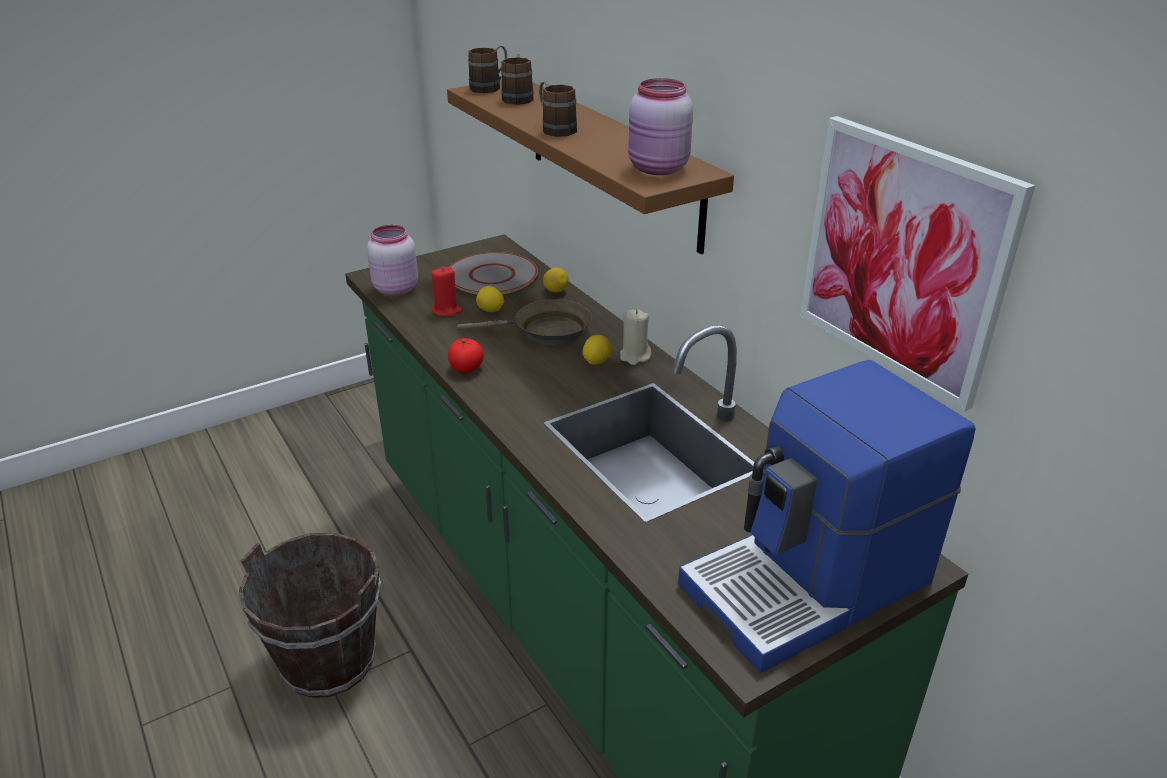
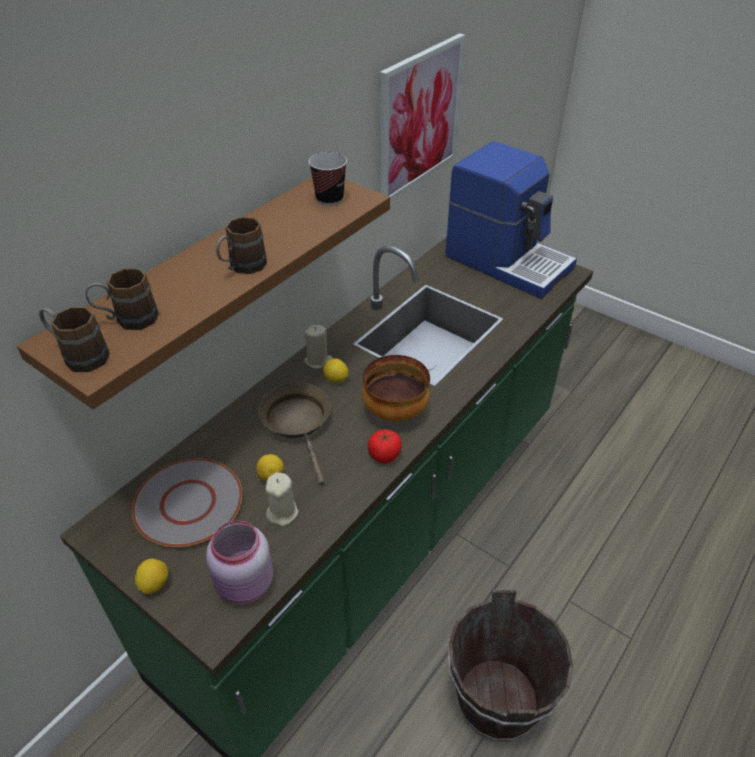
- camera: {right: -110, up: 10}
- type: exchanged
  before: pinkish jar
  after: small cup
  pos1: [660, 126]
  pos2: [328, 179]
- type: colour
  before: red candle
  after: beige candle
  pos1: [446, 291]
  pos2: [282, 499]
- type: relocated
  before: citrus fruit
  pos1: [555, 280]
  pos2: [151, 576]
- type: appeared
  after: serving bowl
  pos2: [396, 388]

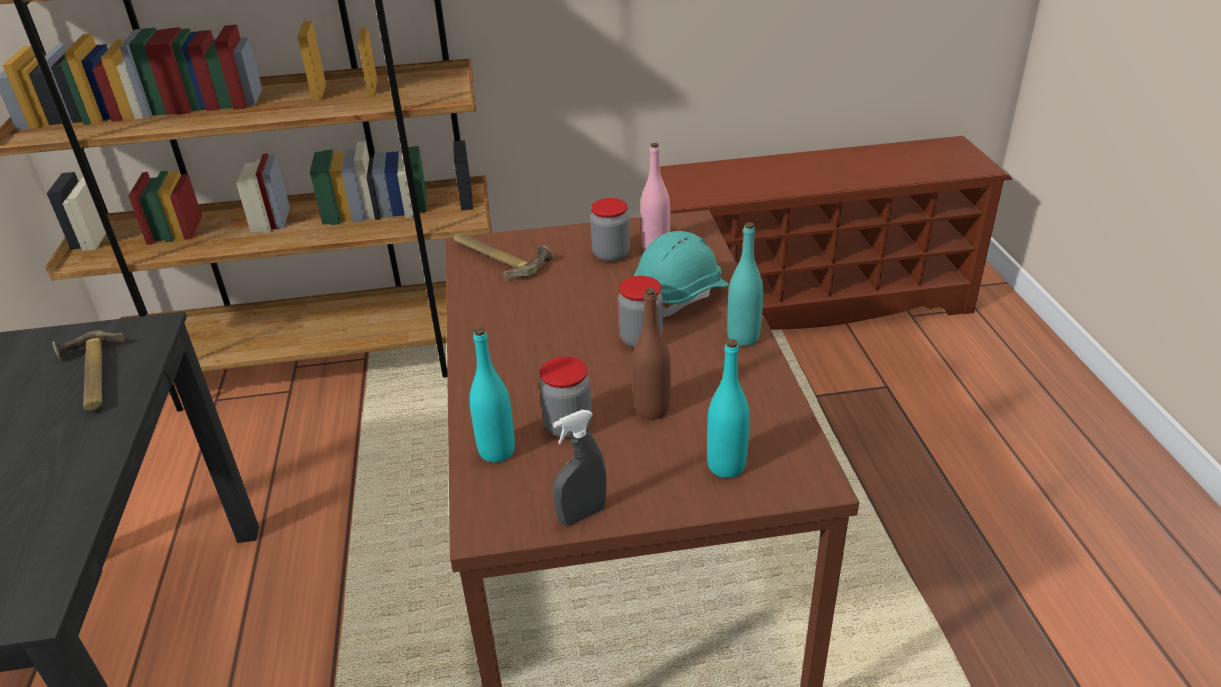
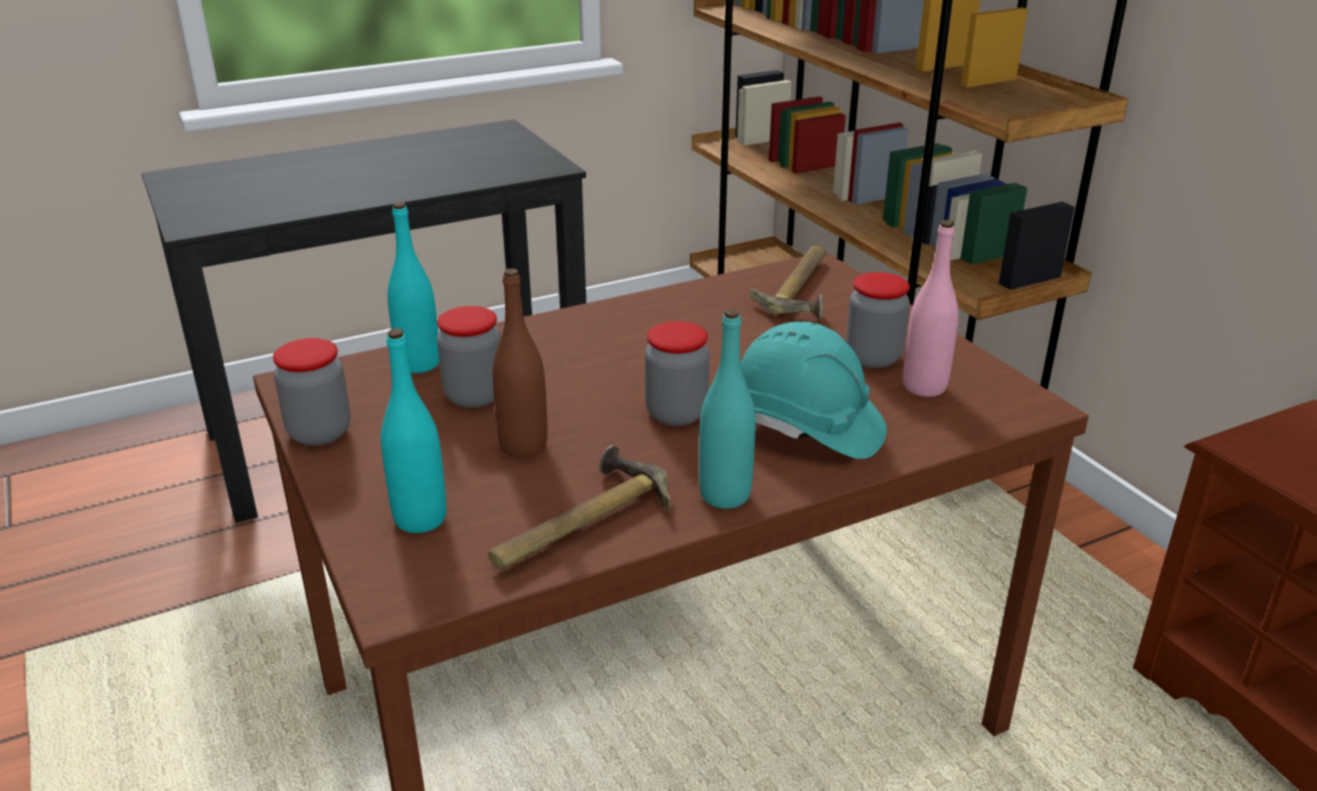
- camera: {right: 70, up: -5}
- type: relocated
  before: hammer
  pos1: [89, 371]
  pos2: [579, 507]
- type: exchanged
  before: grey spray bottle
  after: jar
  pos1: [580, 467]
  pos2: [311, 392]

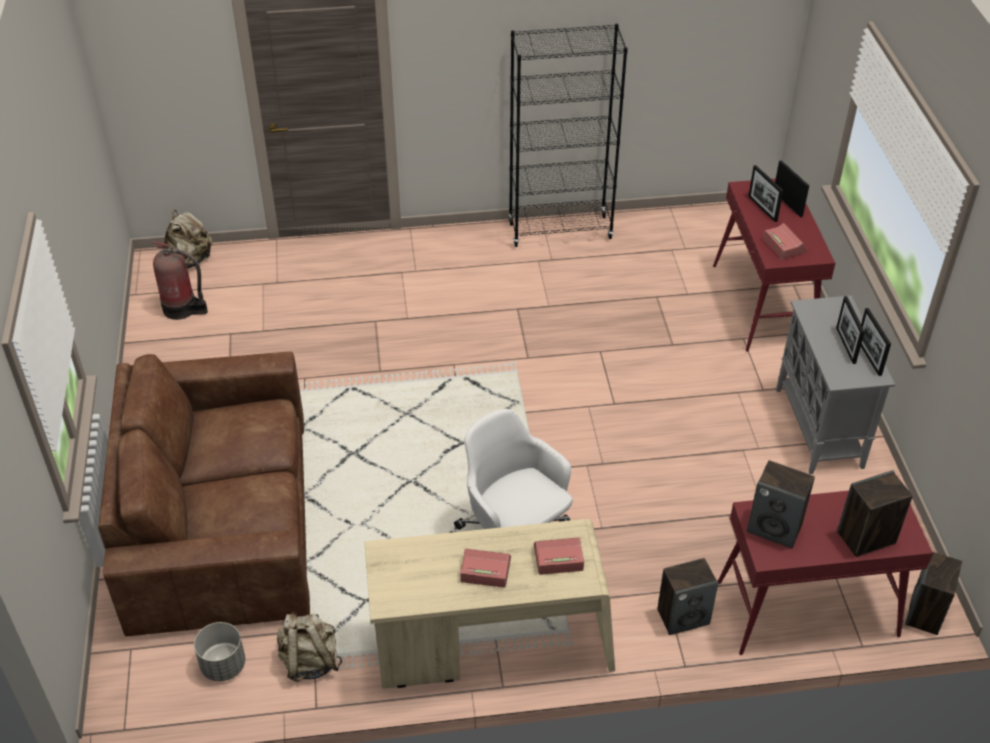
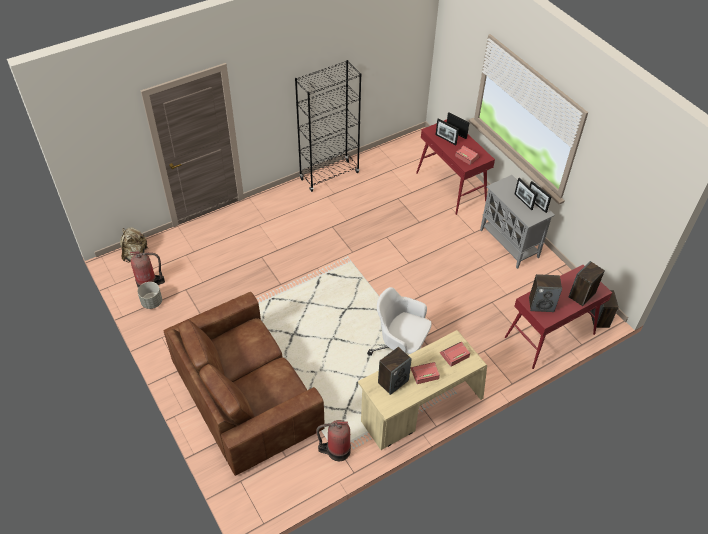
- camera: {right: -25, up: 5}
- type: relocated
  before: loudspeaker
  pos1: [687, 596]
  pos2: [395, 371]
- type: exchanged
  before: beige knapsack
  after: extinguisher
  pos1: [309, 647]
  pos2: [333, 440]
- type: relocated
  before: grey flower pot
  pos1: [219, 651]
  pos2: [149, 295]

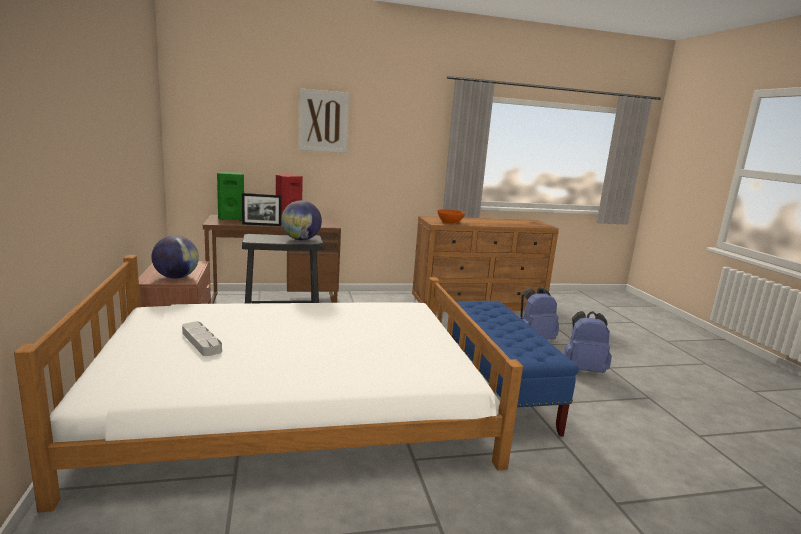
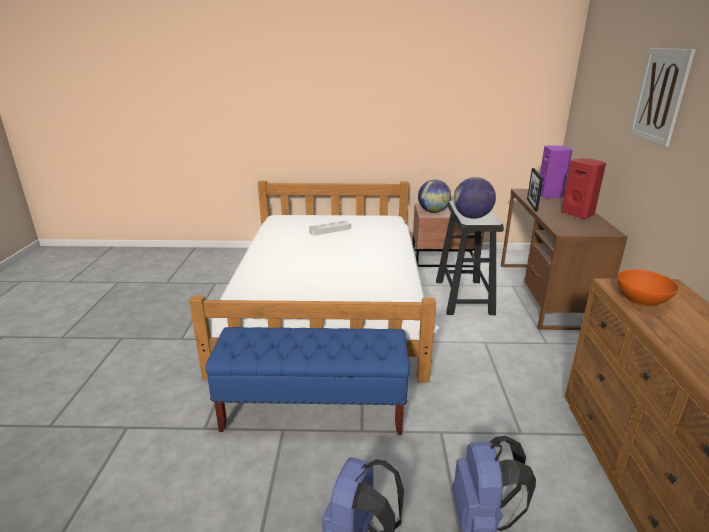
- camera: {right: 105, up: 10}
- type: colour
  before: greenish loudspeaker
  after: purple loudspeaker
  pos1: [230, 196]
  pos2: [556, 171]

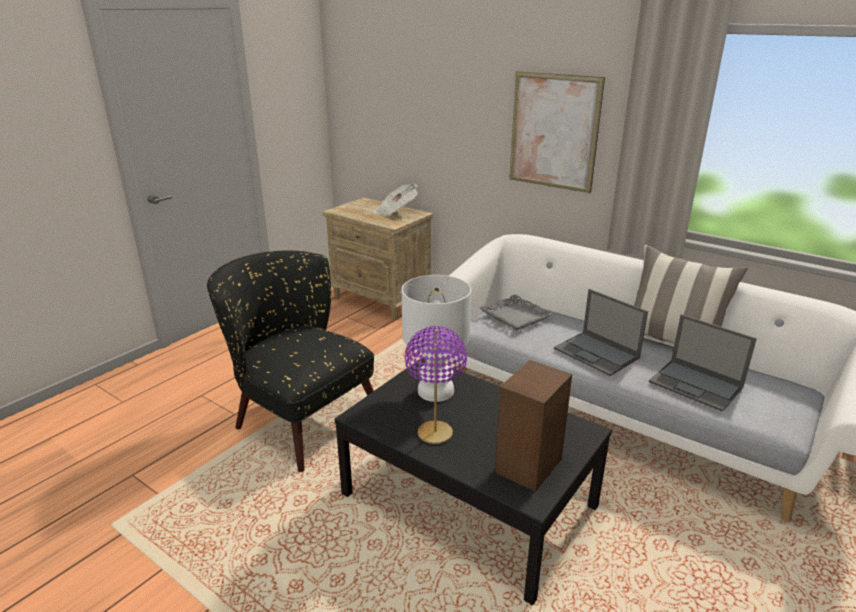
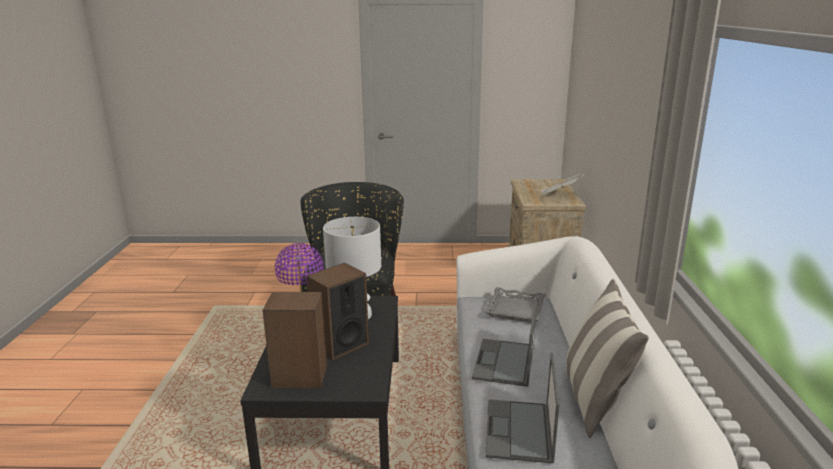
- camera: {right: 55, up: -5}
- type: missing
  before: wall picture
  pos1: [557, 132]
- type: appeared
  after: loudspeaker
  pos2: [338, 312]

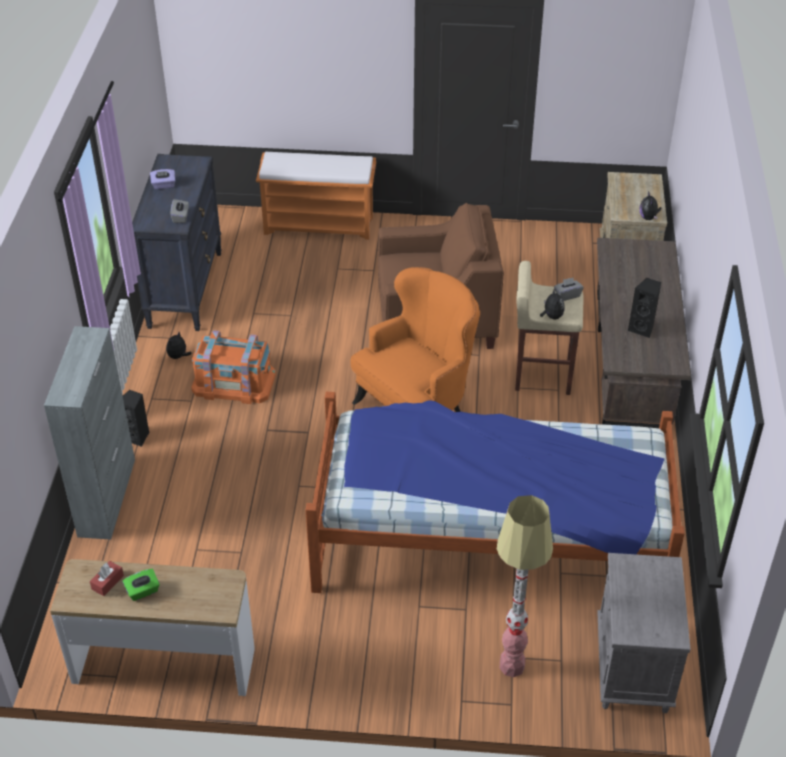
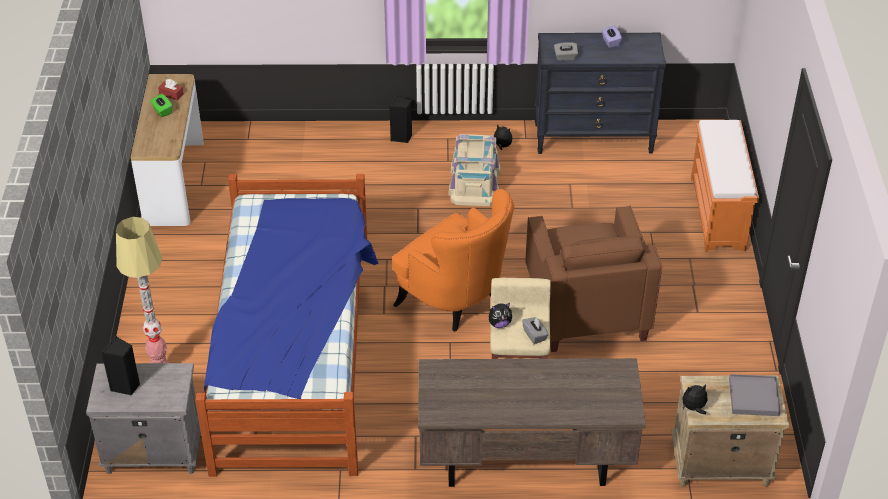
- camera: {right: 85, up: 0}
- type: relocated
  before: black loudspeaker
  pos1: [644, 308]
  pos2: [120, 365]
- type: missing
  before: grey cabinet
  pos1: [89, 433]
- type: colour
  before: orange storage box
  after: beige storage box
  pos1: [233, 367]
  pos2: [474, 170]
- type: appeared
  after: grey tray
  pos2: [755, 395]

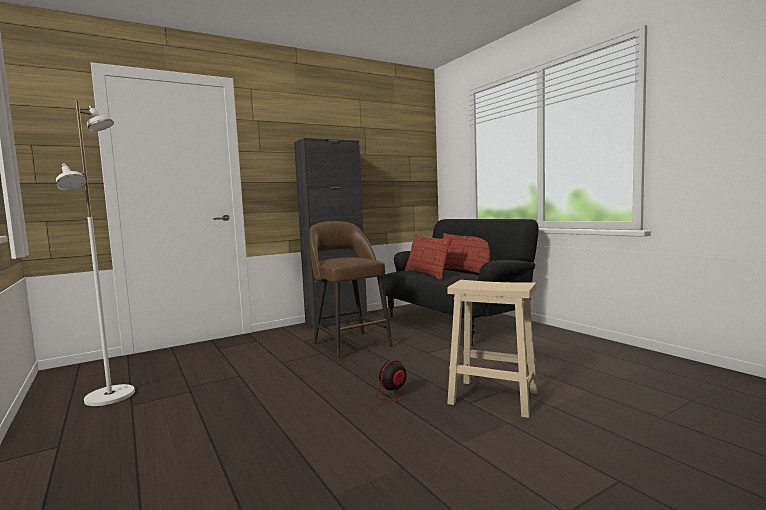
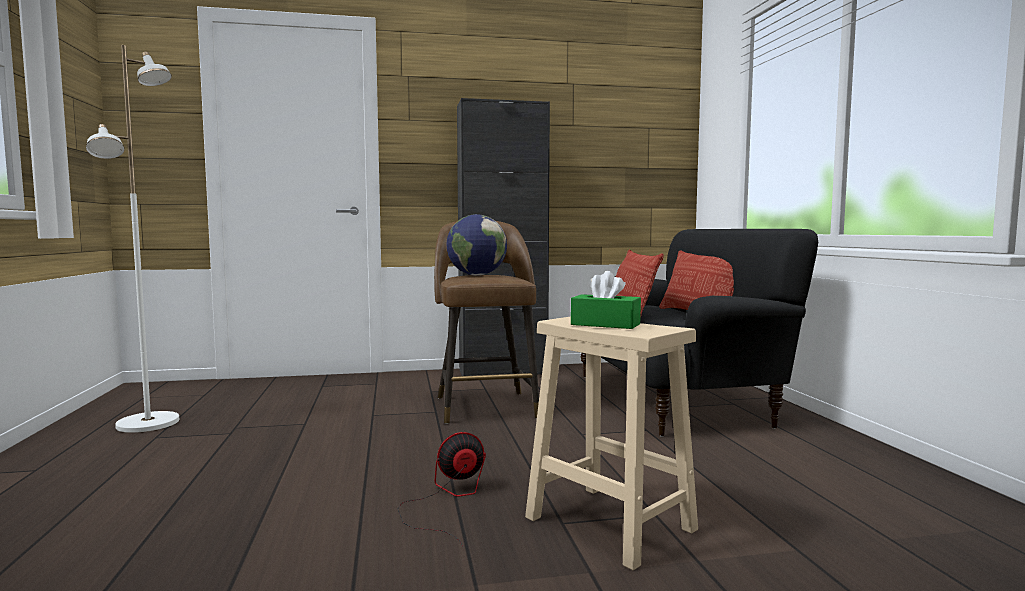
- camera: {right: 20, up: 0}
- type: appeared
  after: world globe
  pos2: [476, 245]
- type: appeared
  after: greenish box of tissues
  pos2: [606, 300]

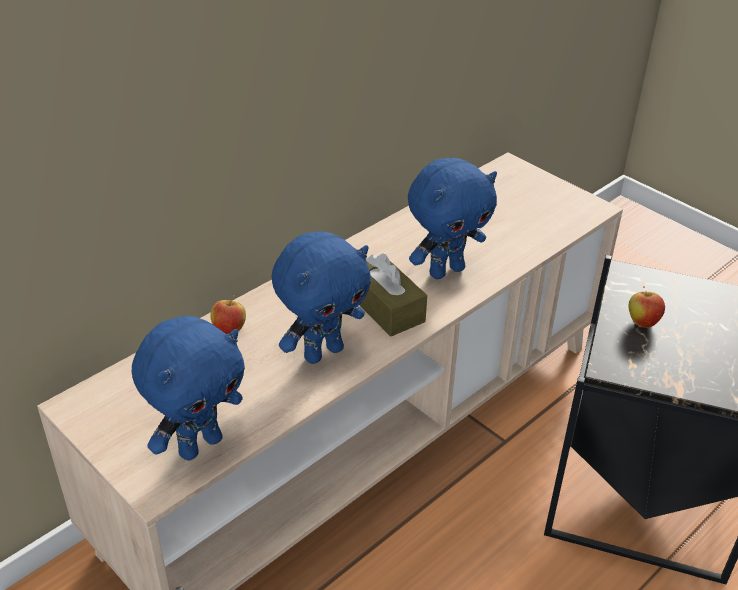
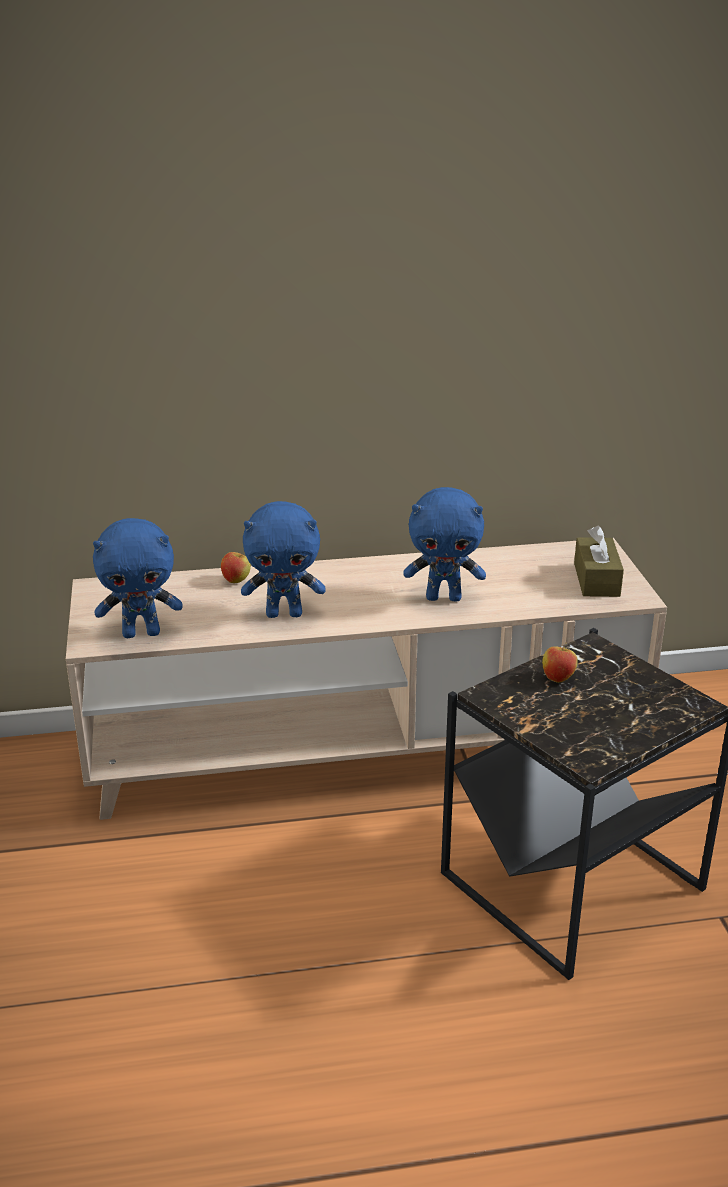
- camera: {right: 35, up: -10}
- type: relocated
  before: brown box of tissues
  pos1: [393, 295]
  pos2: [599, 561]

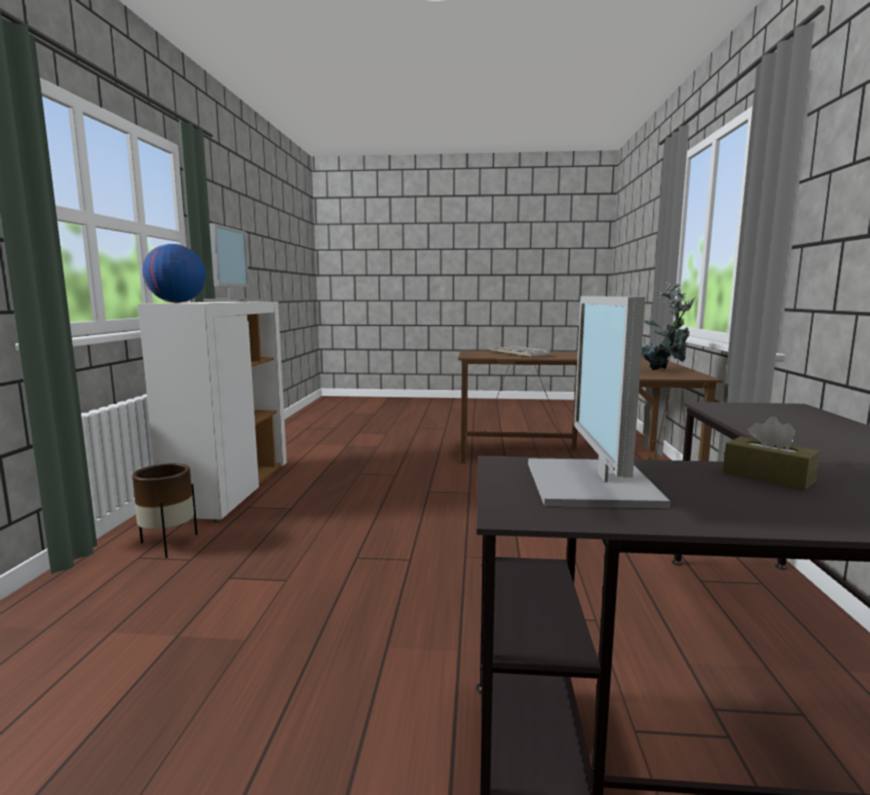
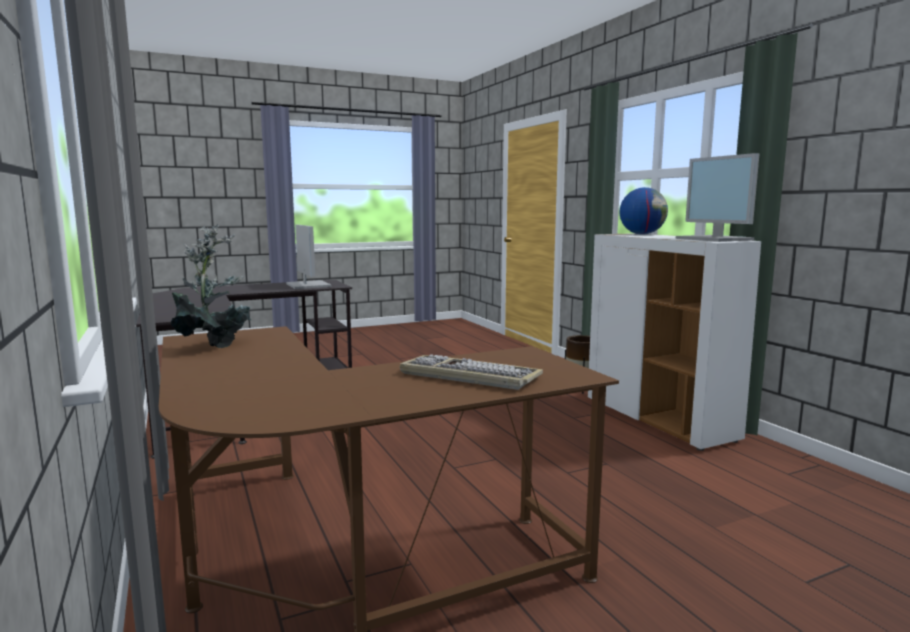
- camera: {right: 150, up: 0}
- type: missing
  before: brown box of tissues
  pos1: [771, 454]

